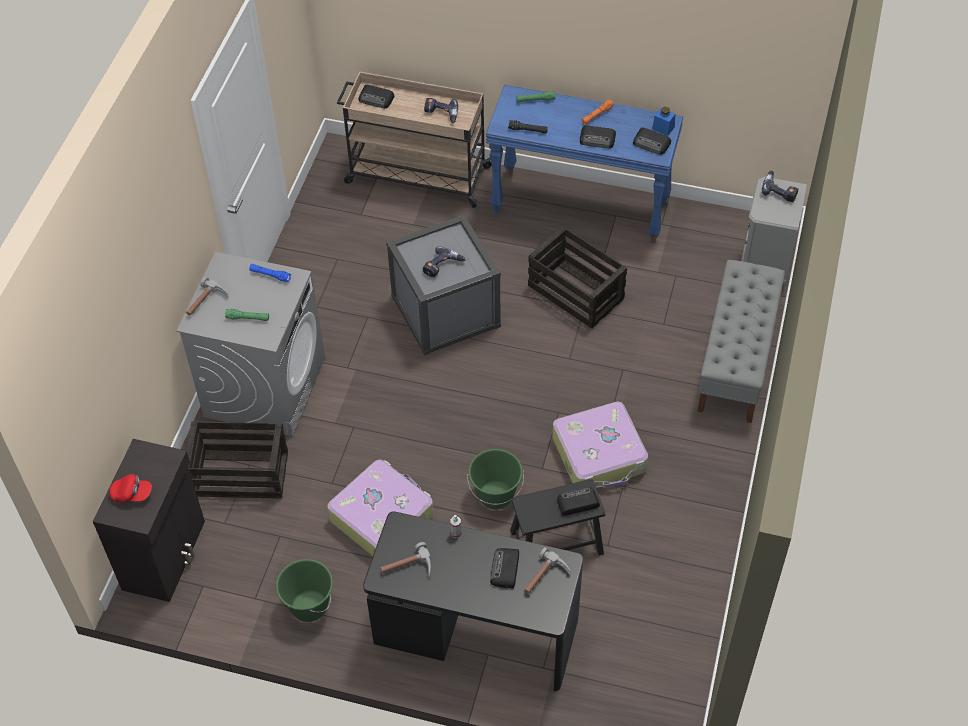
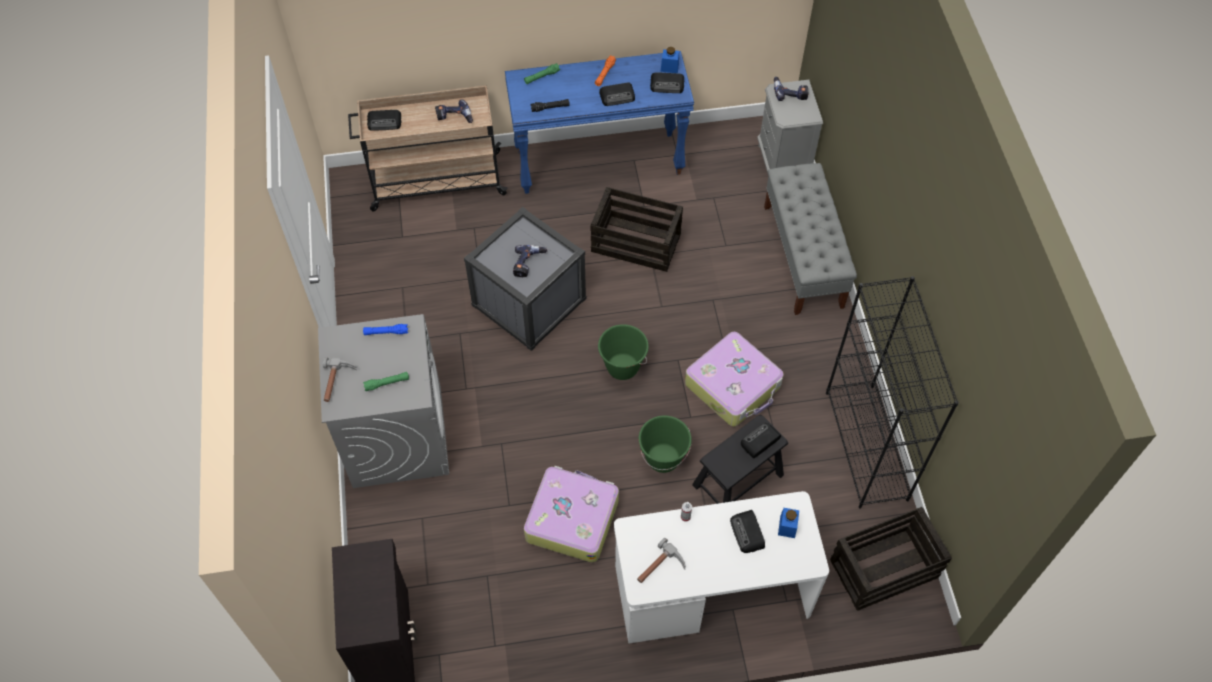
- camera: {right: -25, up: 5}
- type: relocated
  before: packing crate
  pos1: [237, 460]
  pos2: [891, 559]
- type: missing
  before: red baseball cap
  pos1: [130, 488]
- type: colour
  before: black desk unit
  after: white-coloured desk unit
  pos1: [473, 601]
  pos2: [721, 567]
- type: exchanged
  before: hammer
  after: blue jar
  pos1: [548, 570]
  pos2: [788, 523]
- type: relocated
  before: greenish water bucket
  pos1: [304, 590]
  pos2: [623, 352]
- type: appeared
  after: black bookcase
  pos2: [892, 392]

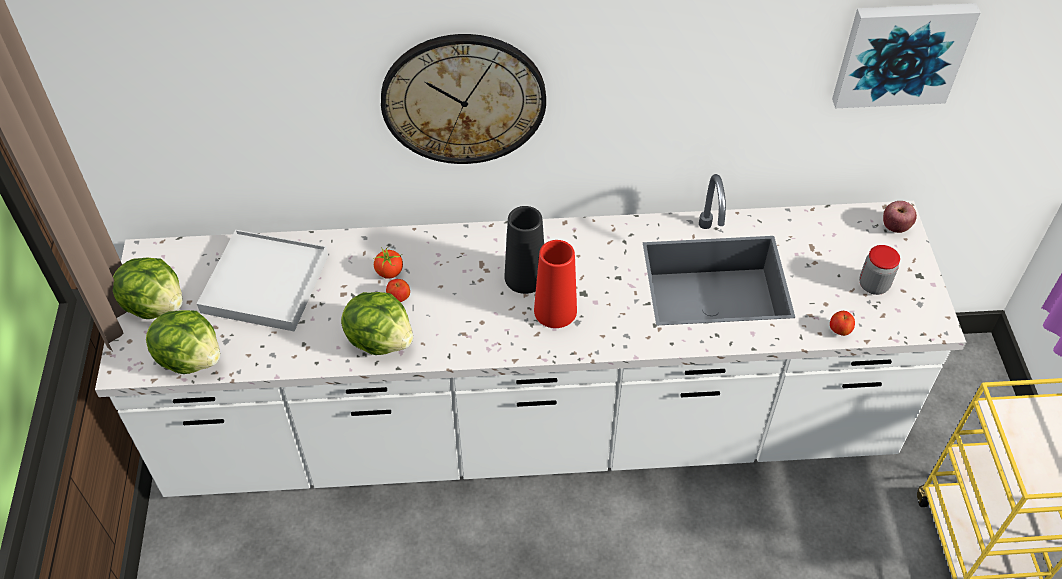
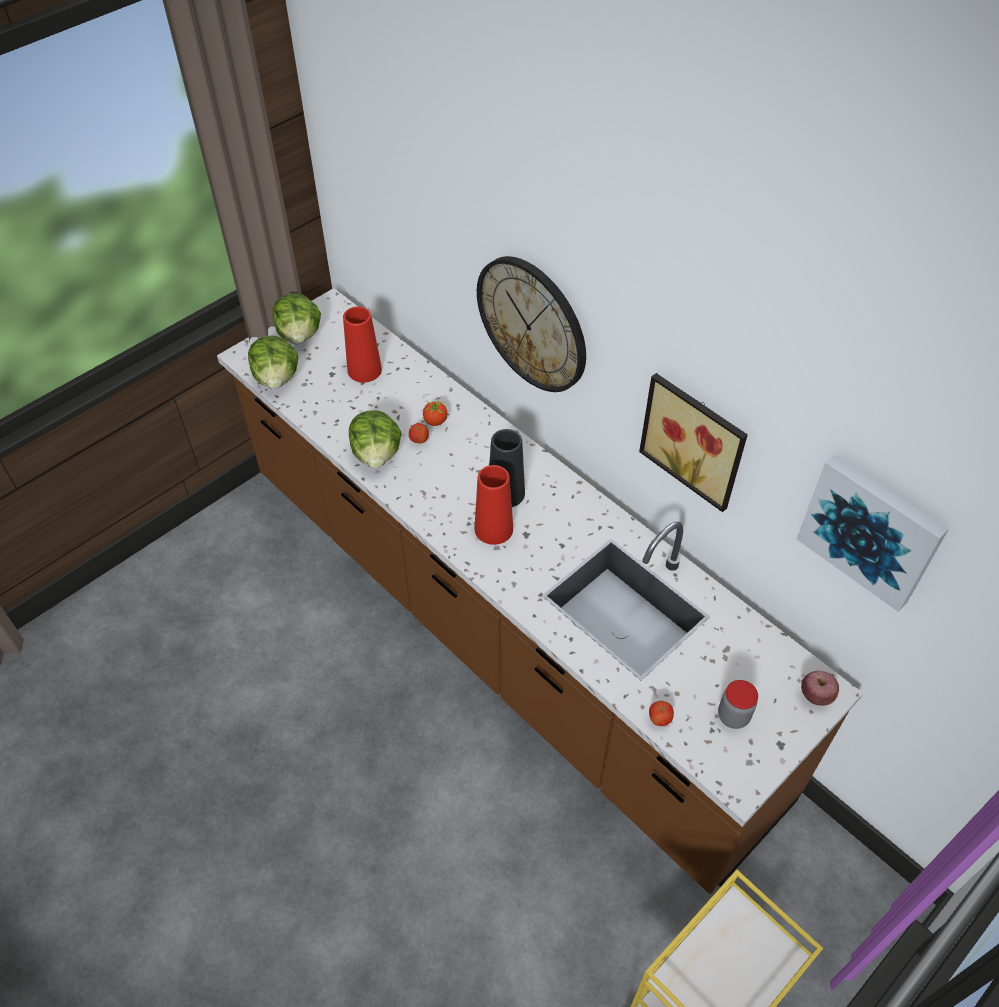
- camera: {right: 50, up: 0}
- type: colour
  before: white-coloured counter
  after: brown counter
  pos1: [530, 335]
  pos2: [540, 591]
- type: exchanged
  before: white-coloured tray
  after: red vase
  pos1: [262, 280]
  pos2: [362, 345]
- type: appeared
  after: wall picture
  pos2: [693, 442]

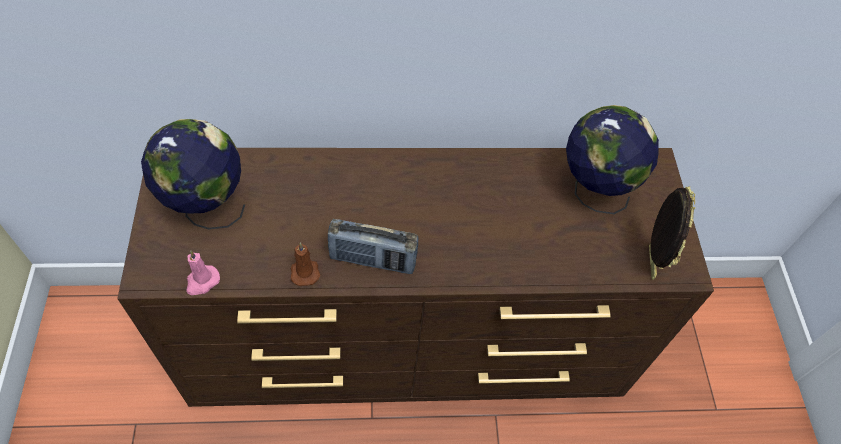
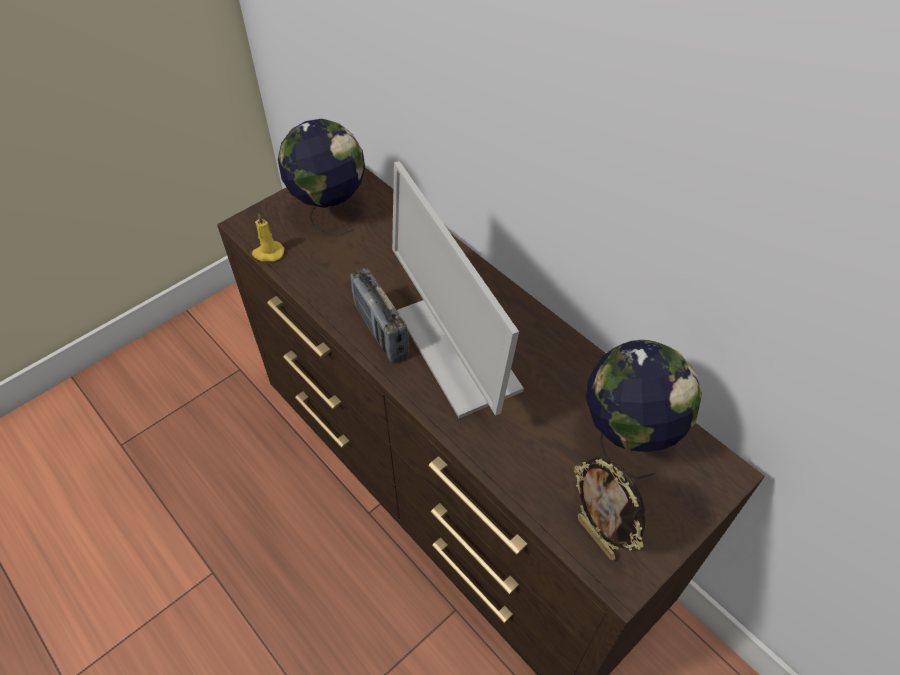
- camera: {right: 55, up: -5}
- type: spun
  before: picture frame
  pos1: [672, 233]
  pos2: [609, 509]
  turn: 90
- type: missing
  before: brown candle
  pos1: [305, 264]
- type: colour
  before: pinkish candle
  after: yellowish candle
  pos1: [203, 273]
  pos2: [268, 238]
- type: appeared
  after: computer display
  pos2: [458, 290]

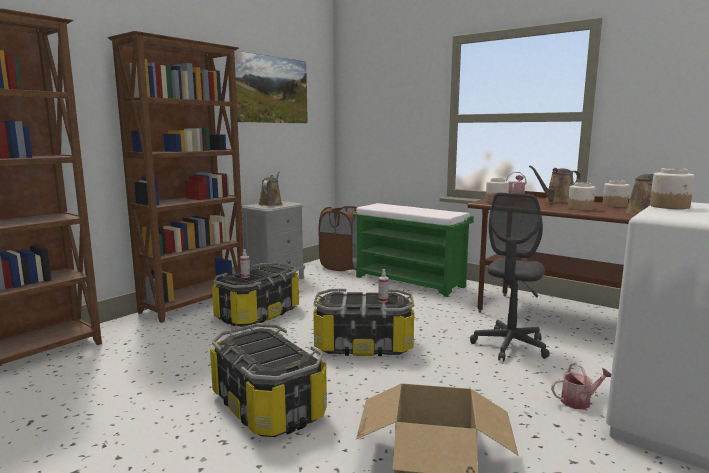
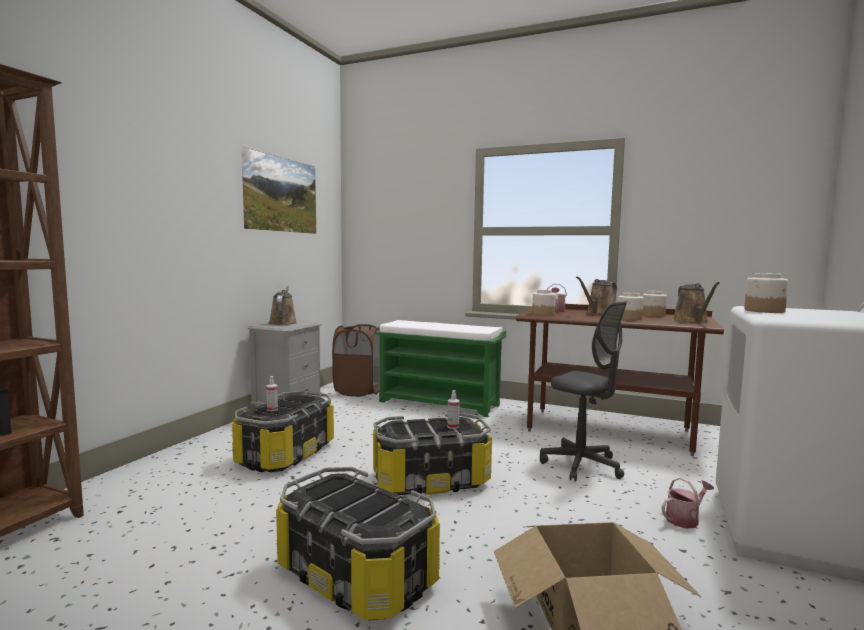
- camera: {right: -15, up: -5}
- type: missing
  before: brown bookcase
  pos1: [176, 177]
- type: spun
  before: grey office chair
  pos1: [510, 276]
  pos2: [583, 391]
  turn: -60

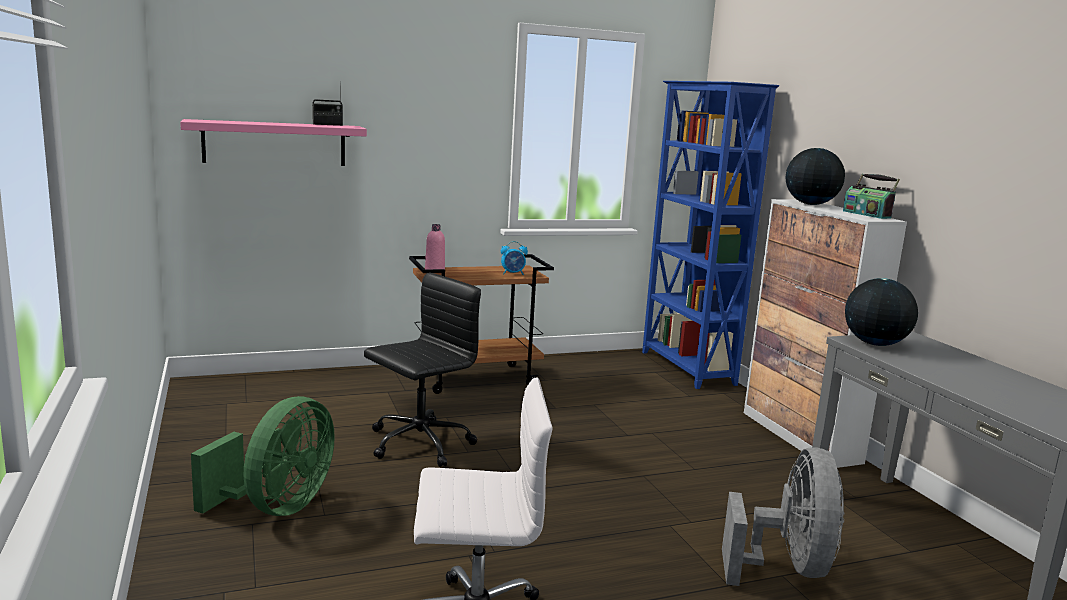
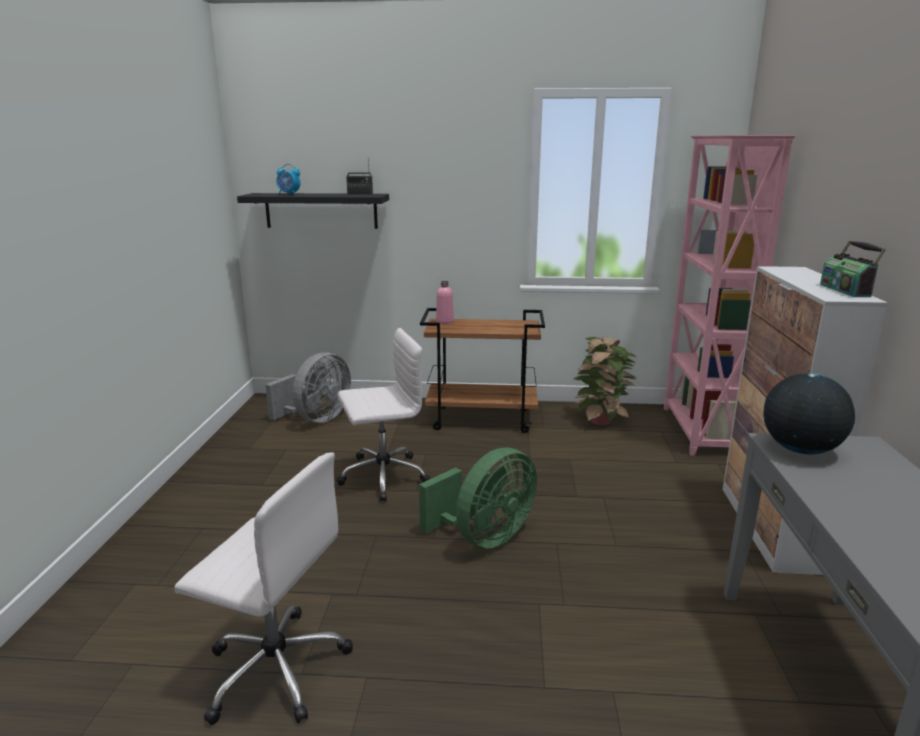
- camera: {right: 25, up: 5}
- type: colour
  before: blue bookcase
  after: pinkish bookcase
  pos1: [710, 235]
  pos2: [730, 295]
- type: colour
  before: pinkish wall shelf
  after: black wall shelf
  pos1: [273, 142]
  pos2: [313, 211]
- type: missing
  before: world globe
  pos1: [815, 176]
- type: relocated
  before: alarm clock
  pos1: [514, 258]
  pos2: [288, 179]
- type: colour
  before: black office chair
  after: white-coloured office chair
  pos1: [422, 370]
  pos2: [383, 415]
- type: relocated
  before: greenish electric fan
  pos1: [263, 456]
  pos2: [478, 498]
- type: relocated
  before: grey electric fan
  pos1: [783, 516]
  pos2: [308, 387]
- type: appeared
  after: plant in a pot
  pos2: [605, 381]

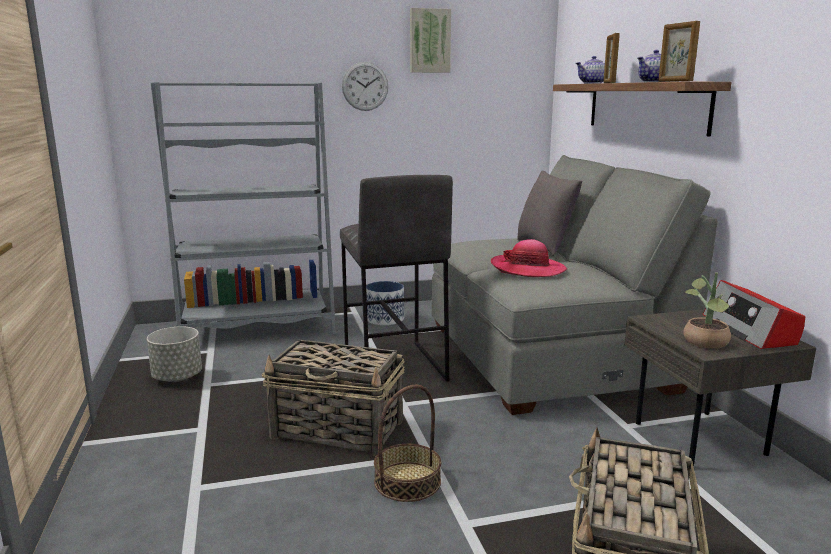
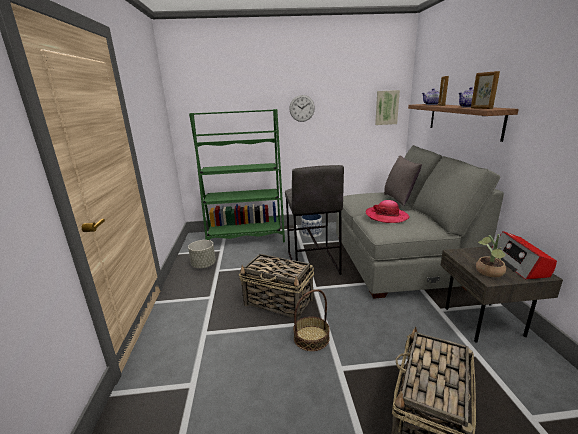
- camera: {right: 10, up: 5}
- type: relocated
  before: wall picture
  pos1: [430, 40]
  pos2: [387, 107]
- type: colour
  before: grey bookcase
  after: greenish bookcase
  pos1: [243, 208]
  pos2: [237, 175]

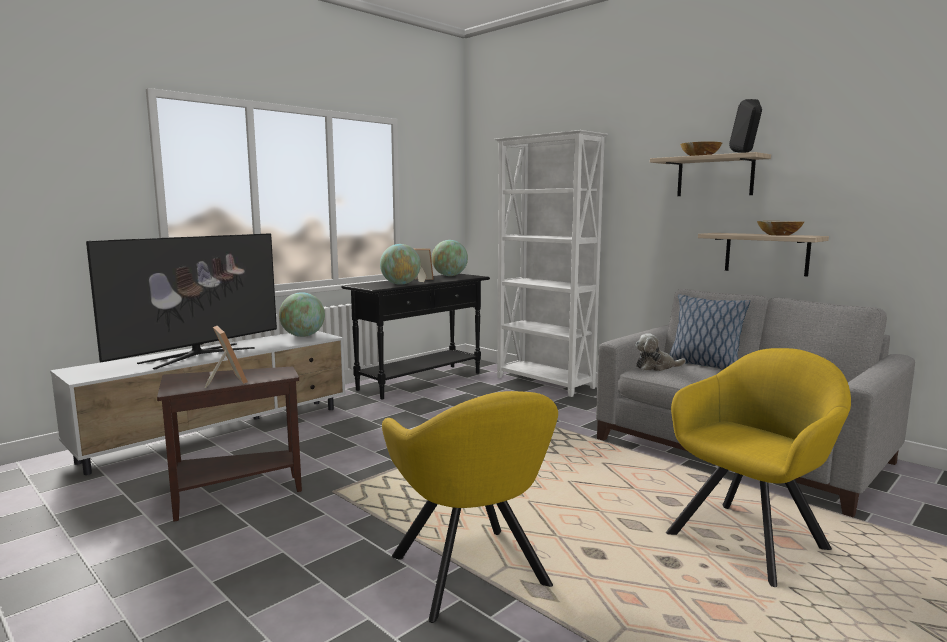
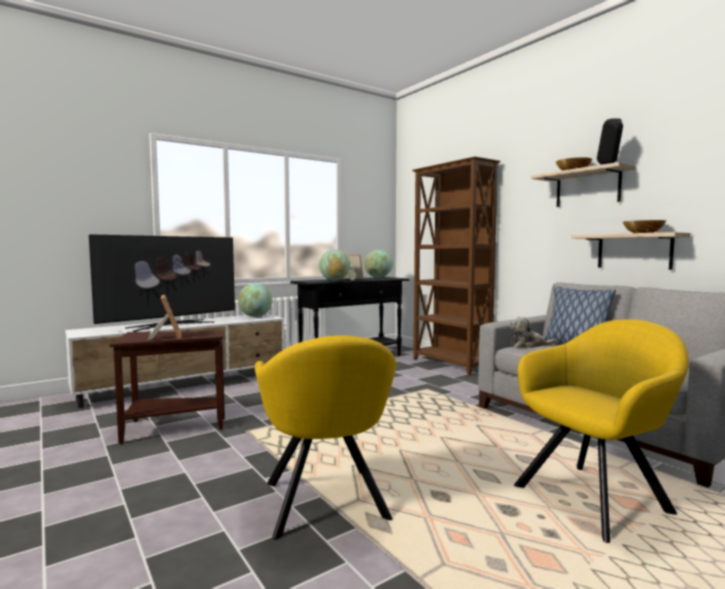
- camera: {right: 10, up: -5}
- type: colour
  before: white-coloured bookcase
  after: brown bookcase
  pos1: [551, 263]
  pos2: [456, 265]

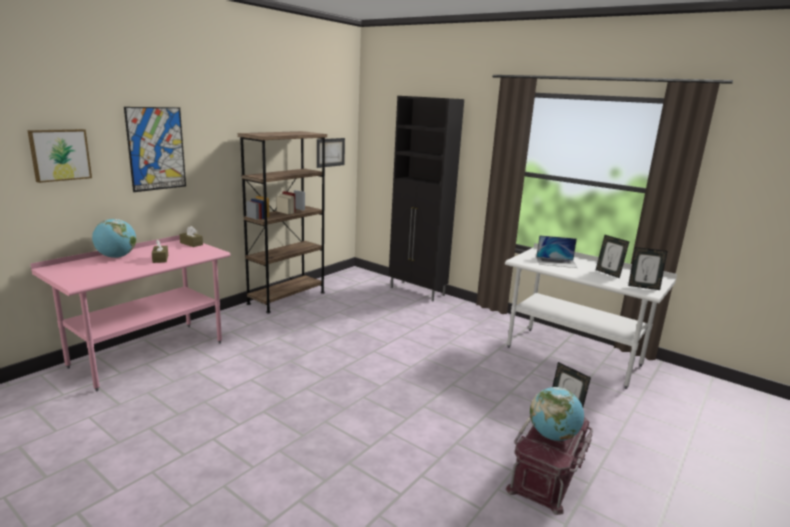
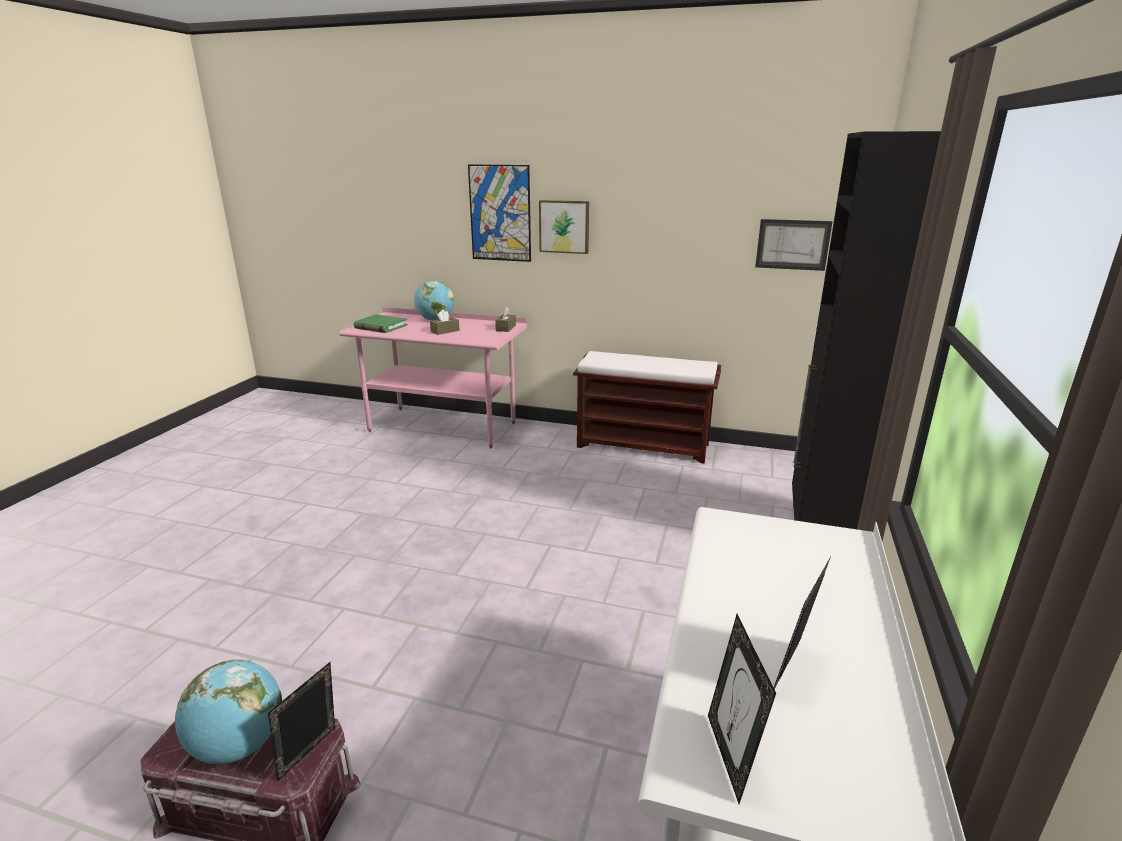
- camera: {right: 70, up: 5}
- type: relocated
  before: wall picture
  pos1: [59, 156]
  pos2: [564, 227]
- type: exchanged
  before: brown bookcase
  after: brown long seat
  pos1: [282, 222]
  pos2: [647, 407]
- type: missing
  before: laptop
  pos1: [556, 251]
- type: appeared
  after: greenish volume
  pos2: [381, 323]

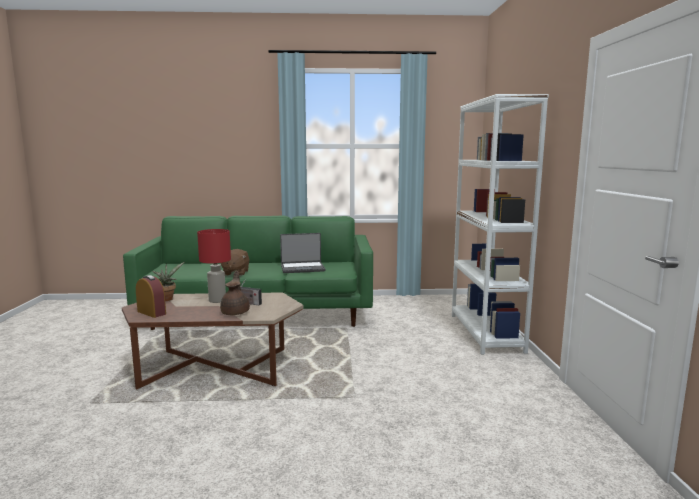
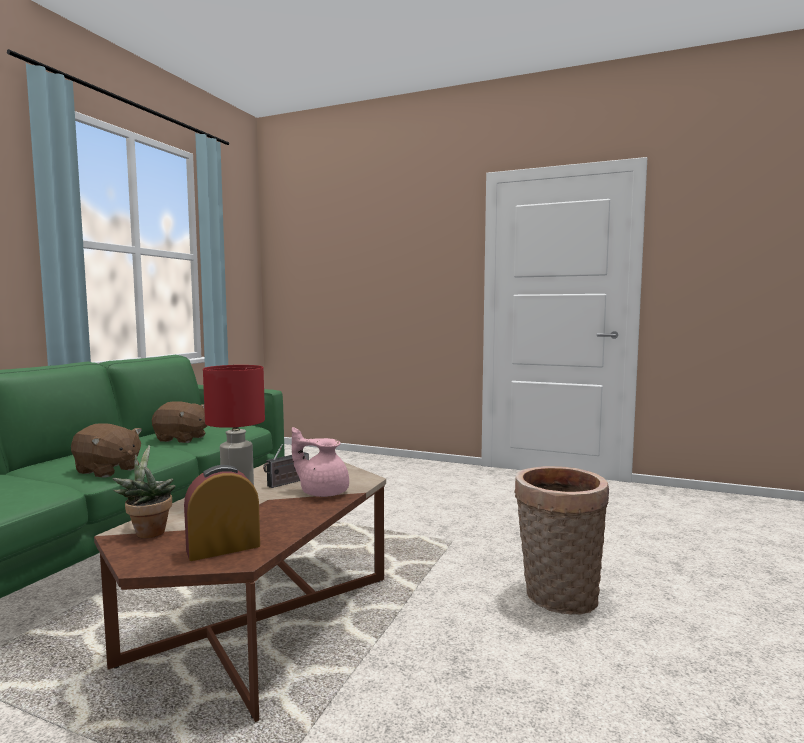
- camera: {right: -65, up: -5}
- type: missing
  before: white-coloured bookcase
  pos1: [500, 224]
- type: exchanged
  before: laptop
  after: brown soft toy
  pos1: [303, 253]
  pos2: [180, 422]
- type: colour
  before: brown tea pot
  after: pinkish tea pot
  pos1: [235, 293]
  pos2: [320, 462]
- type: appeared
  after: basket
  pos2: [561, 540]

